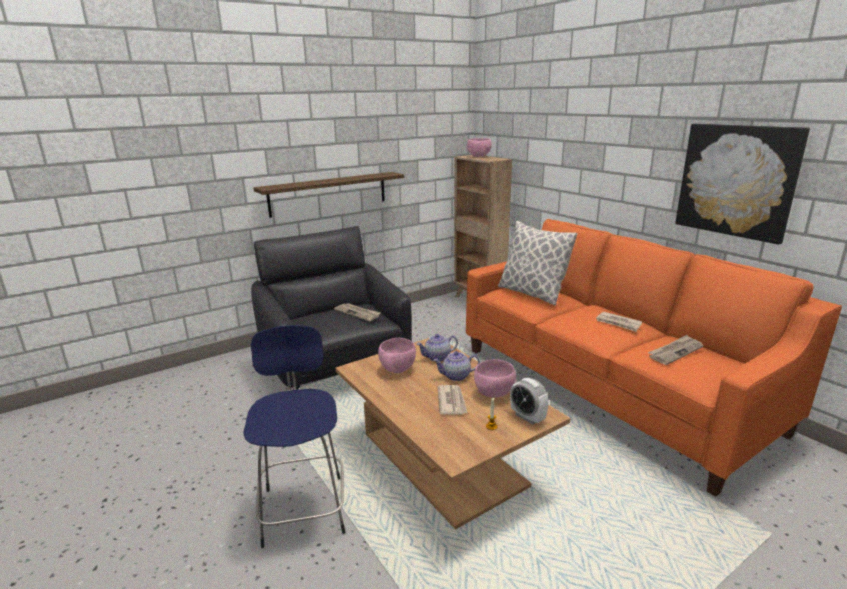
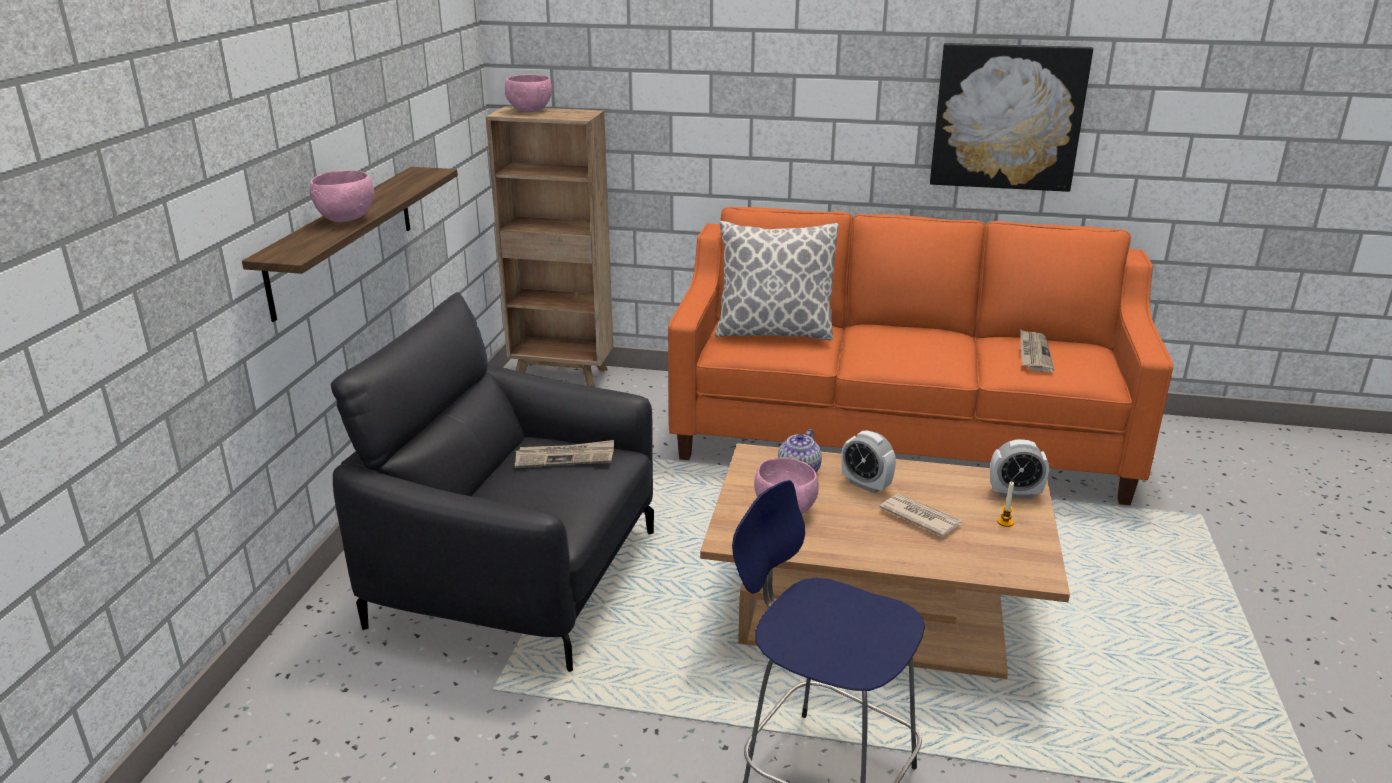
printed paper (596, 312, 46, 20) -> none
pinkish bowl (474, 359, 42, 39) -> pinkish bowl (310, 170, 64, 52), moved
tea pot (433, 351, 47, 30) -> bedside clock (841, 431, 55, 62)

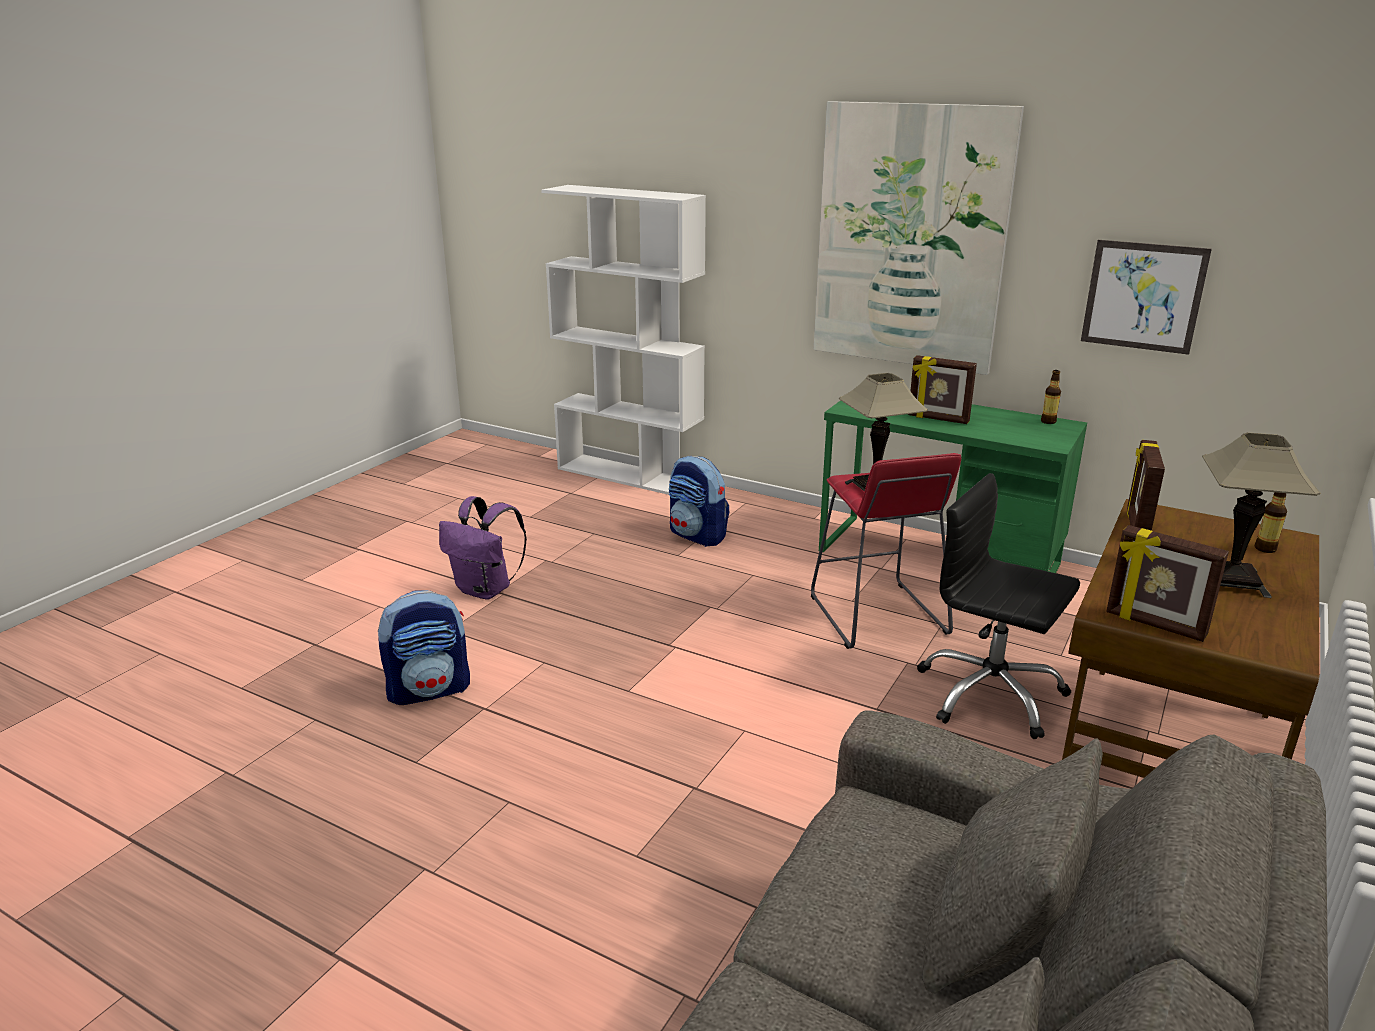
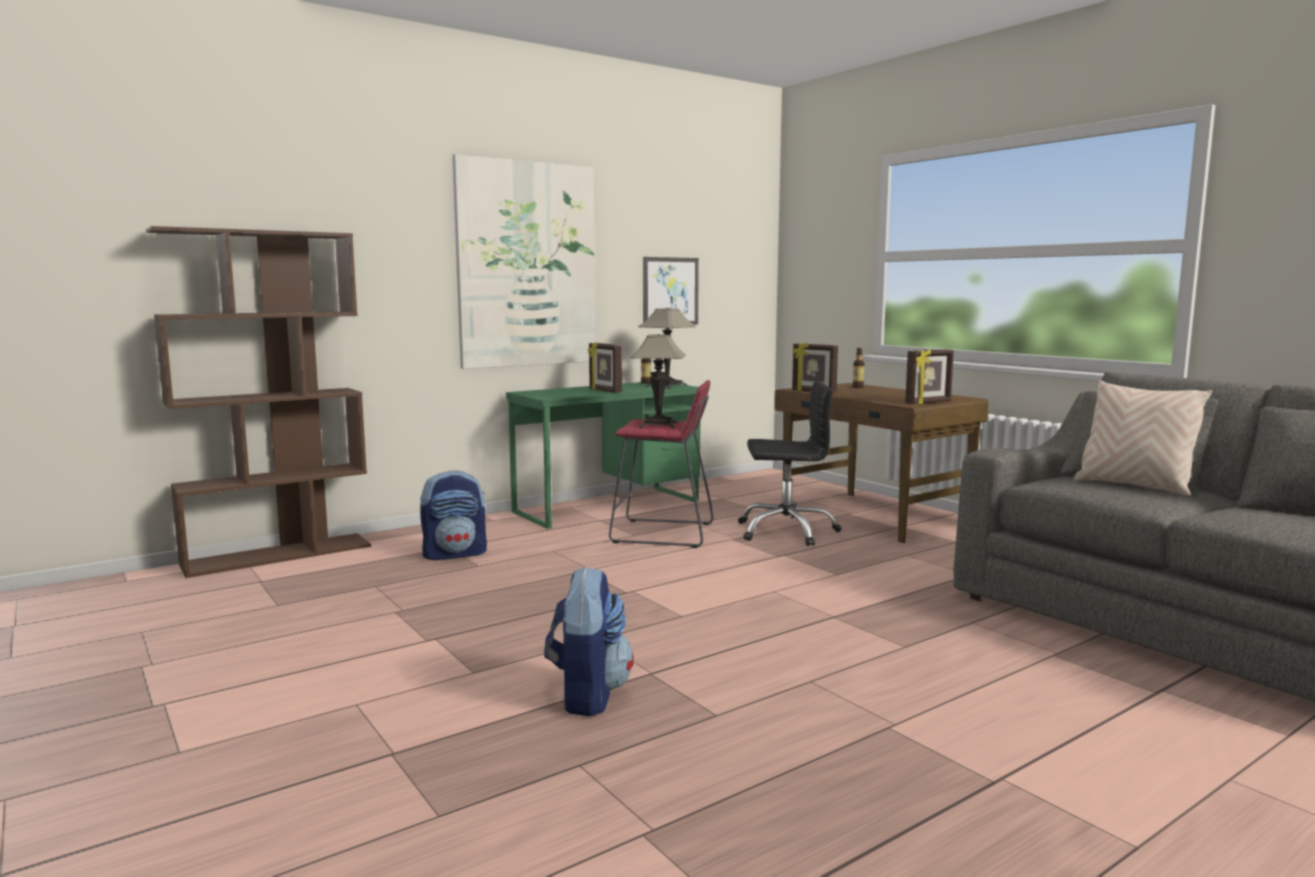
purplish knapsack (439, 496, 88, 104) -> none
none -> beige cushion (1074, 380, 138, 116)
tabletop lamp (1202, 432, 118, 166) -> tabletop lamp (638, 308, 59, 81), moved
whitish bookcase (541, 185, 165, 310) -> brownish bookcase (146, 226, 225, 352)
picture frame (908, 355, 69, 69) -> picture frame (588, 342, 34, 51), 90 degrees clockwise
black computer chair (917, 473, 163, 266) -> black computer chair (738, 381, 104, 165), 150 degrees counterclockwise

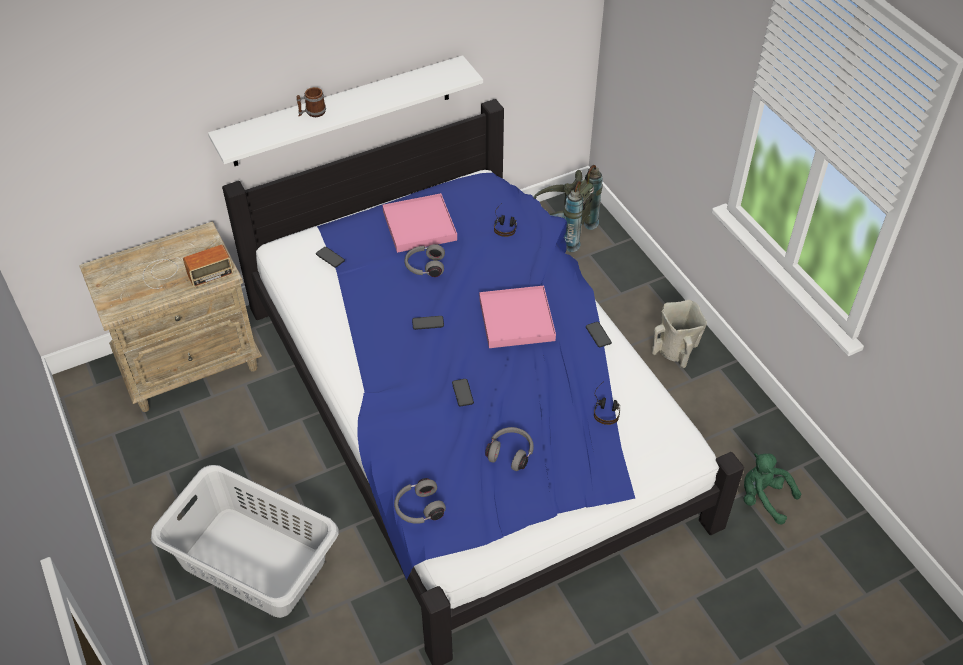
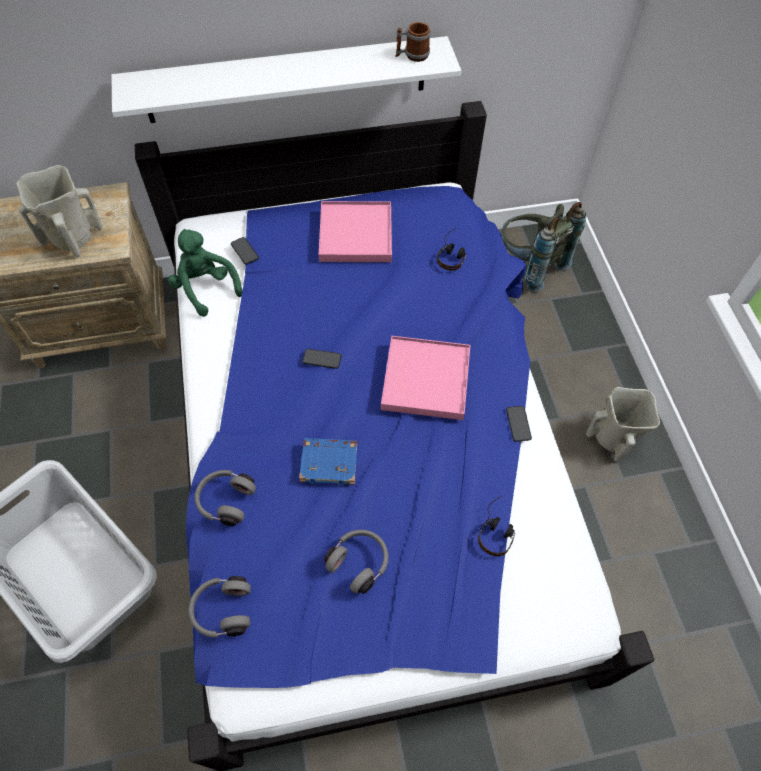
mug (296, 87, 30, 30) -> mug (395, 22, 35, 40), moved
greyish headset (404, 244, 41, 33) -> greyish headset (195, 470, 61, 56), moved
green soft toy (744, 453, 57, 72) -> green soft toy (168, 229, 74, 88), moved
radio (143, 245, 91, 44) -> beige flower vase (17, 165, 85, 92)
telephone (452, 379, 22, 27) -> blue bound book (299, 438, 58, 47)

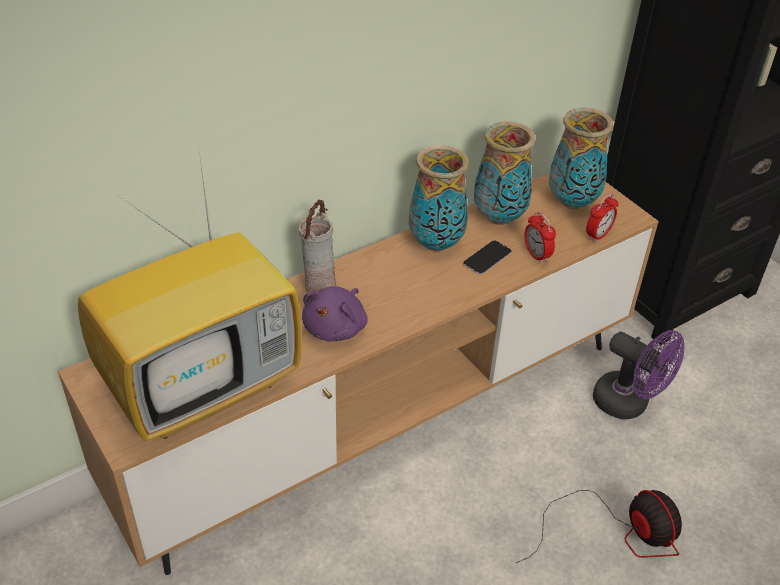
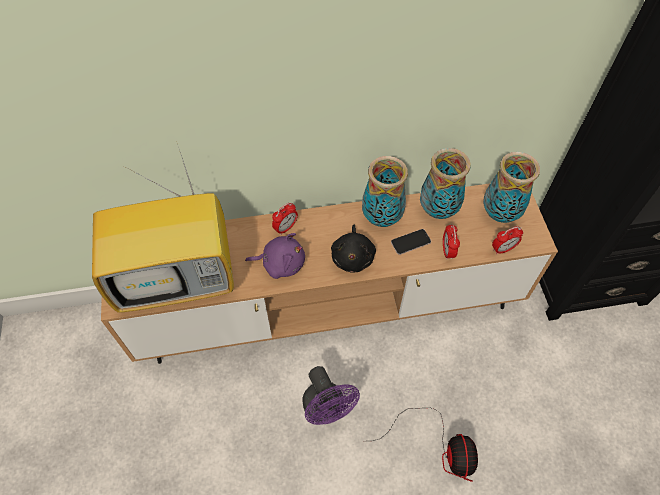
none -> black soft toy (331, 225, 45, 48)
purplish electric fan (593, 330, 92, 89) -> purplish electric fan (303, 366, 57, 59), moved
flower vase (299, 200, 38, 92) -> bedside clock (272, 203, 26, 32)
purplish soft toy (302, 286, 66, 56) -> purplish soft toy (245, 233, 60, 46), 135 degrees counterclockwise

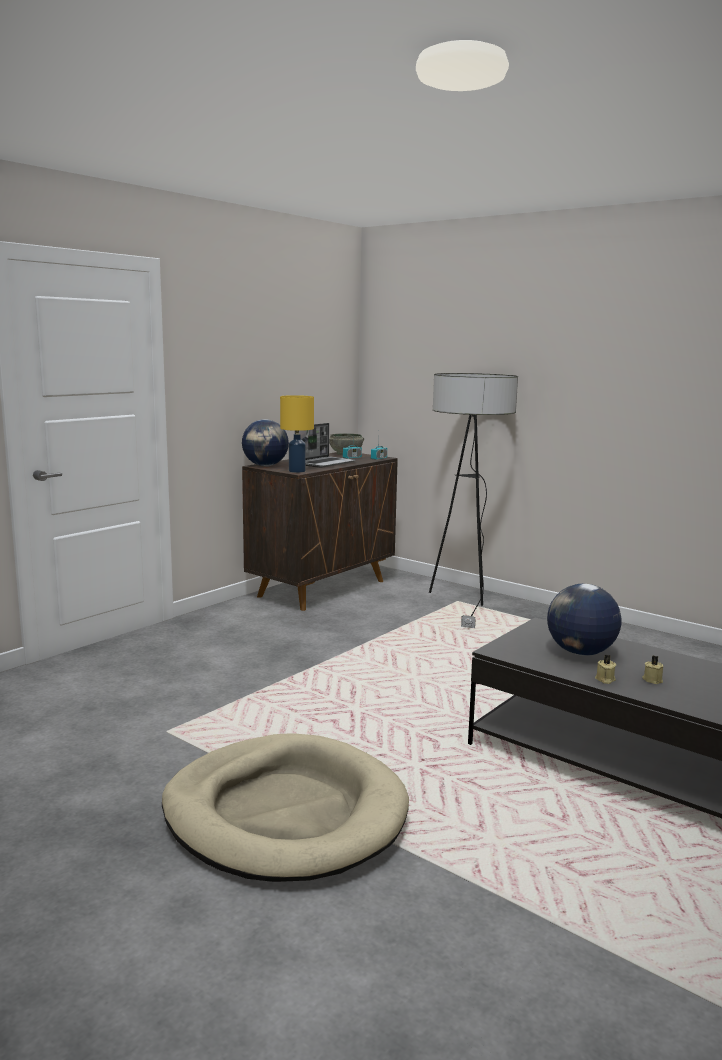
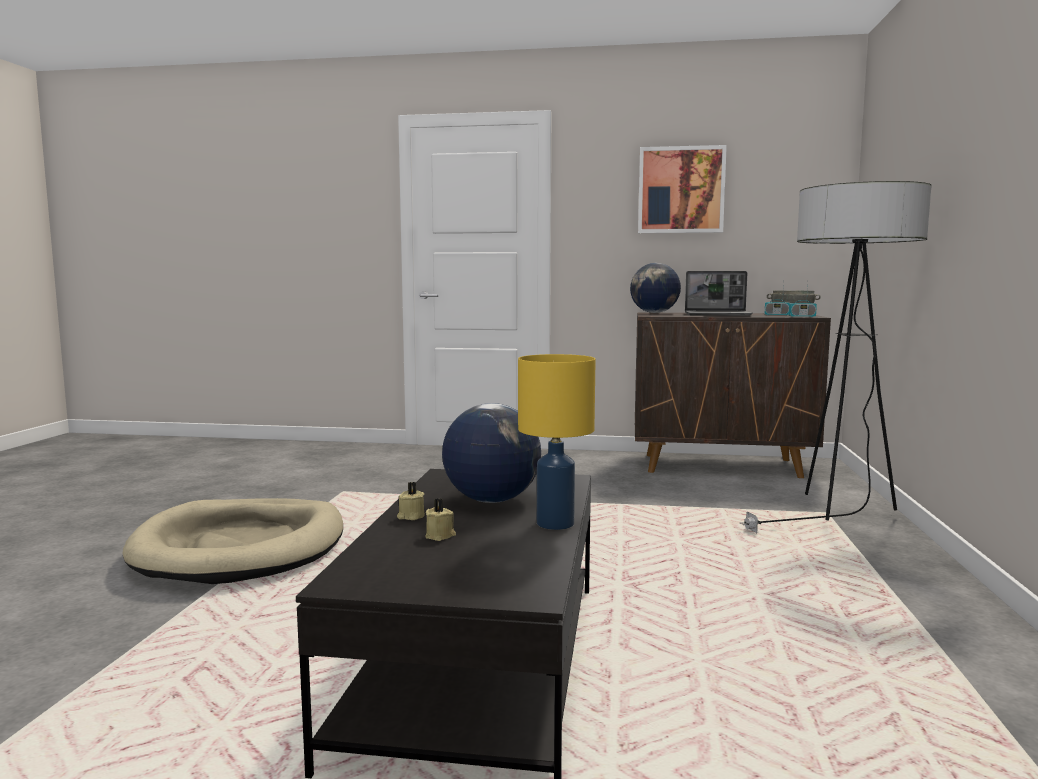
none -> picture (638, 145, 89, 88)
yellow-coloured tabletop lamp (280, 395, 34, 78) -> yellow-coloured tabletop lamp (518, 354, 78, 176), moved

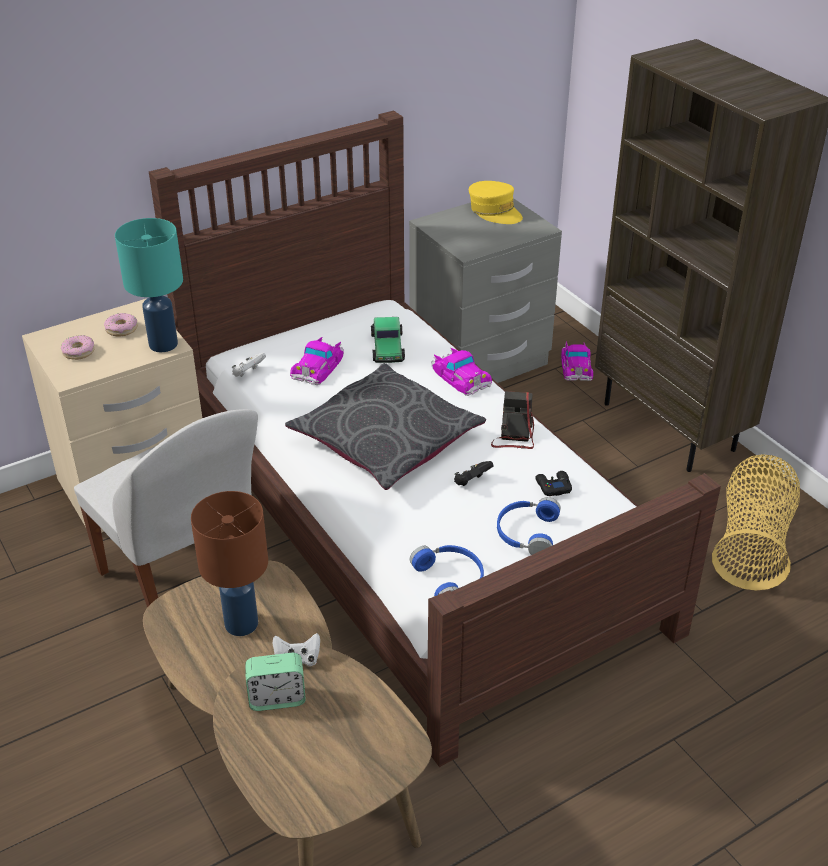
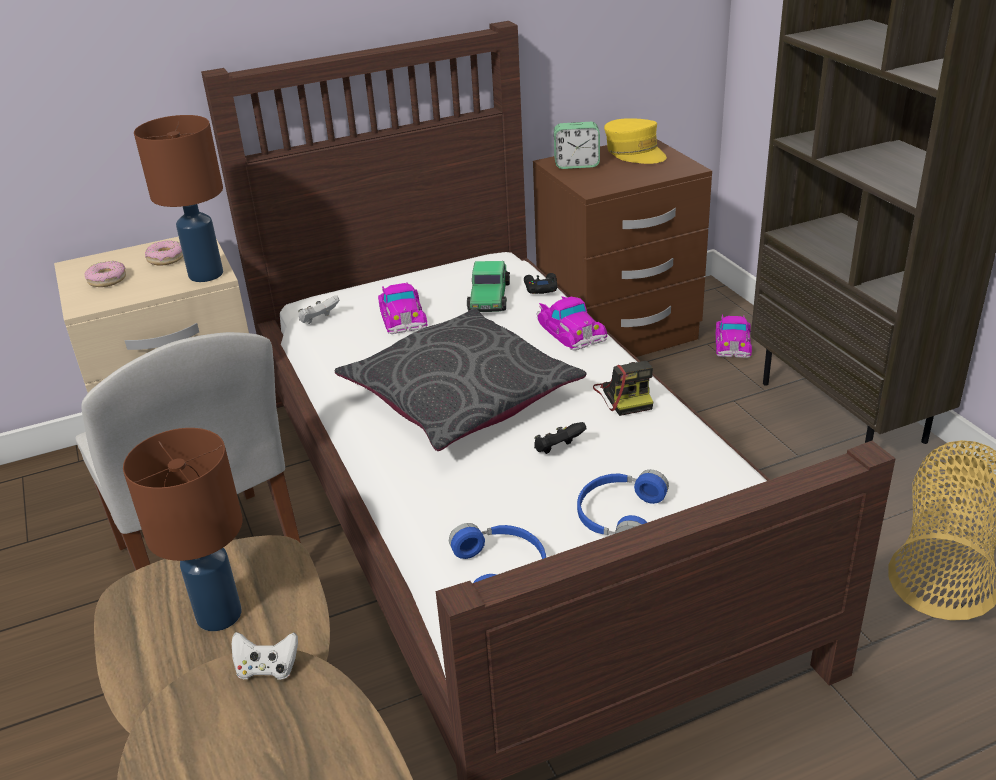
bedside clock (245, 653, 60, 58) -> bedside clock (554, 122, 46, 47), moved
black gamepad (535, 471, 37, 25) -> black gamepad (524, 273, 33, 21), moved
blue-green tabletop lamp (115, 218, 68, 134) -> brownish tabletop lamp (134, 115, 89, 167)
greyish nightstand (409, 198, 153, 185) -> brownish nightstand (533, 139, 179, 218)
model car (290, 337, 54, 48) -> model car (378, 282, 50, 52), 45 degrees counterclockwise
still camera (491, 391, 43, 58) -> still camera (593, 361, 60, 55), 150 degrees clockwise

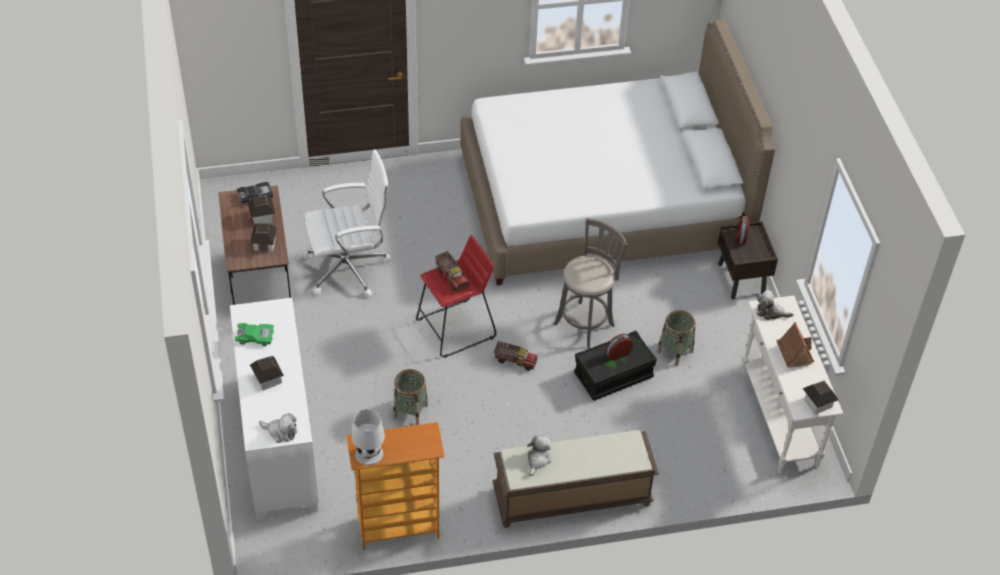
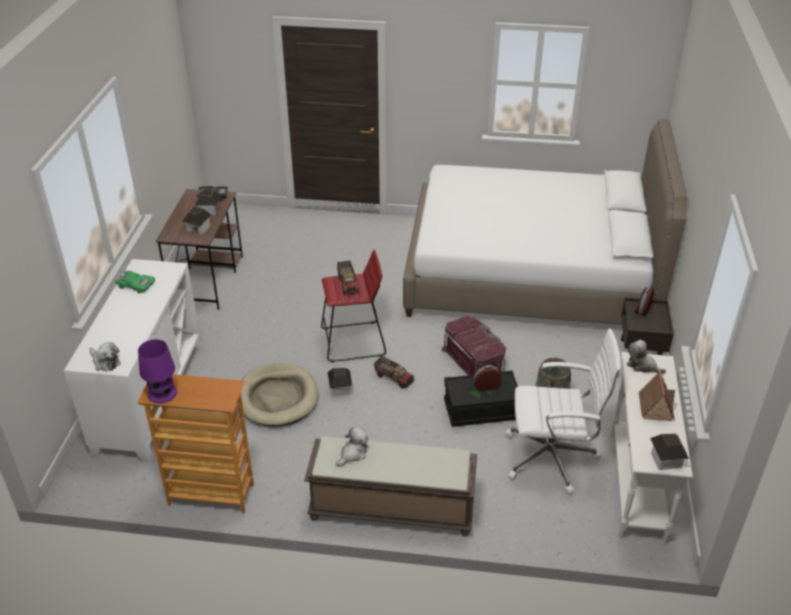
toy house (250, 356, 34, 35) -> toy house (327, 368, 25, 29), moved
whitish computer chair (303, 149, 89, 148) -> whitish computer chair (505, 329, 116, 166), moved
storage basket (393, 369, 35, 56) -> beige dog cushion (241, 363, 77, 63)
greyish stool seat (553, 218, 75, 131) -> red storage container (441, 315, 66, 60)
whitish tabletop lamp (352, 409, 33, 57) -> purplish tabletop lamp (138, 339, 39, 65)

